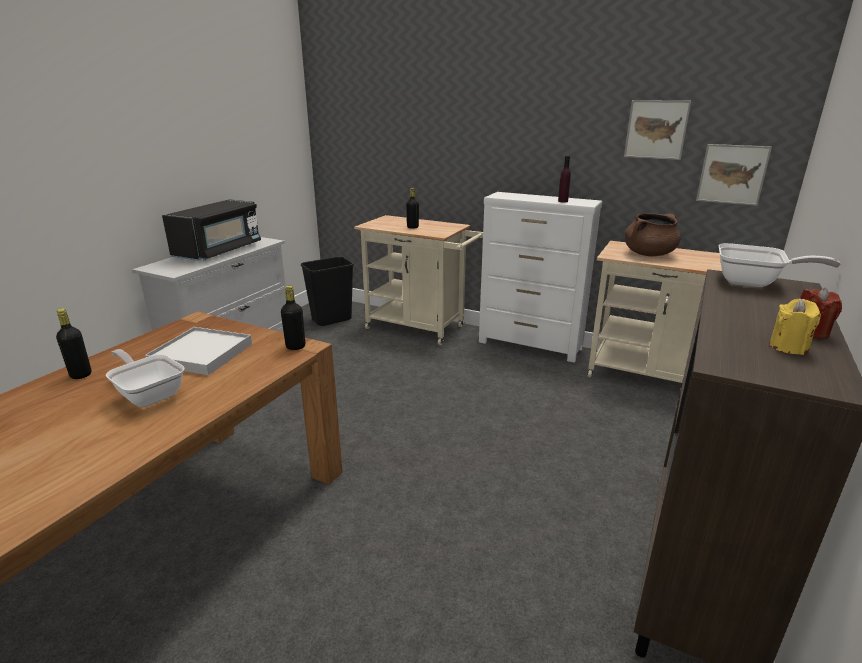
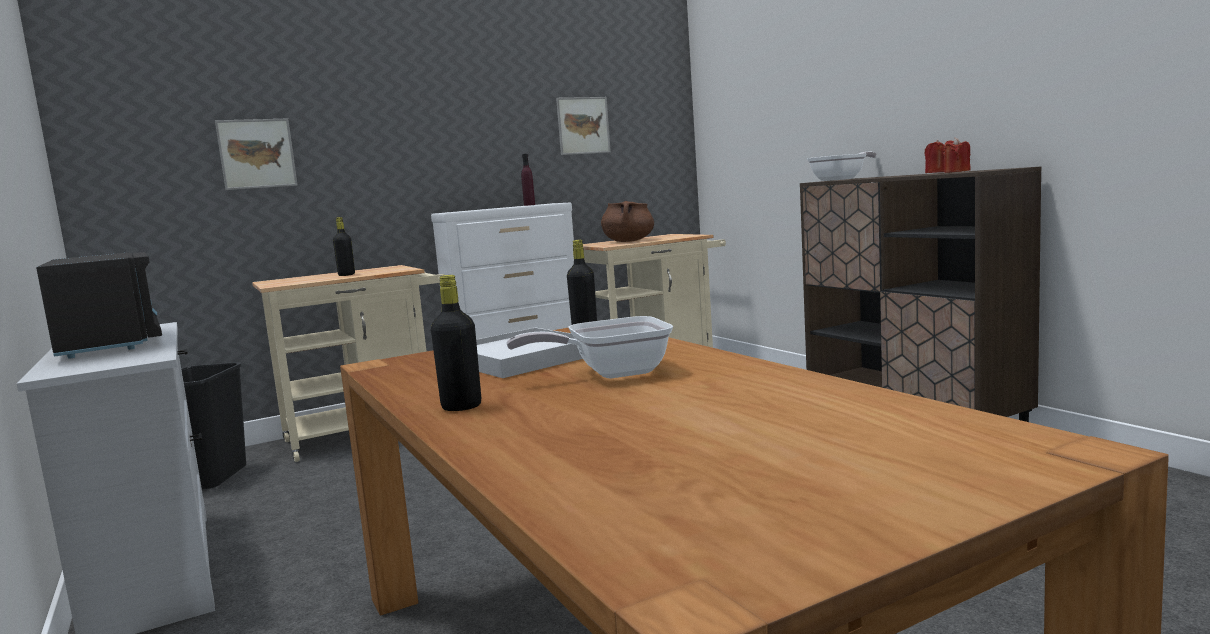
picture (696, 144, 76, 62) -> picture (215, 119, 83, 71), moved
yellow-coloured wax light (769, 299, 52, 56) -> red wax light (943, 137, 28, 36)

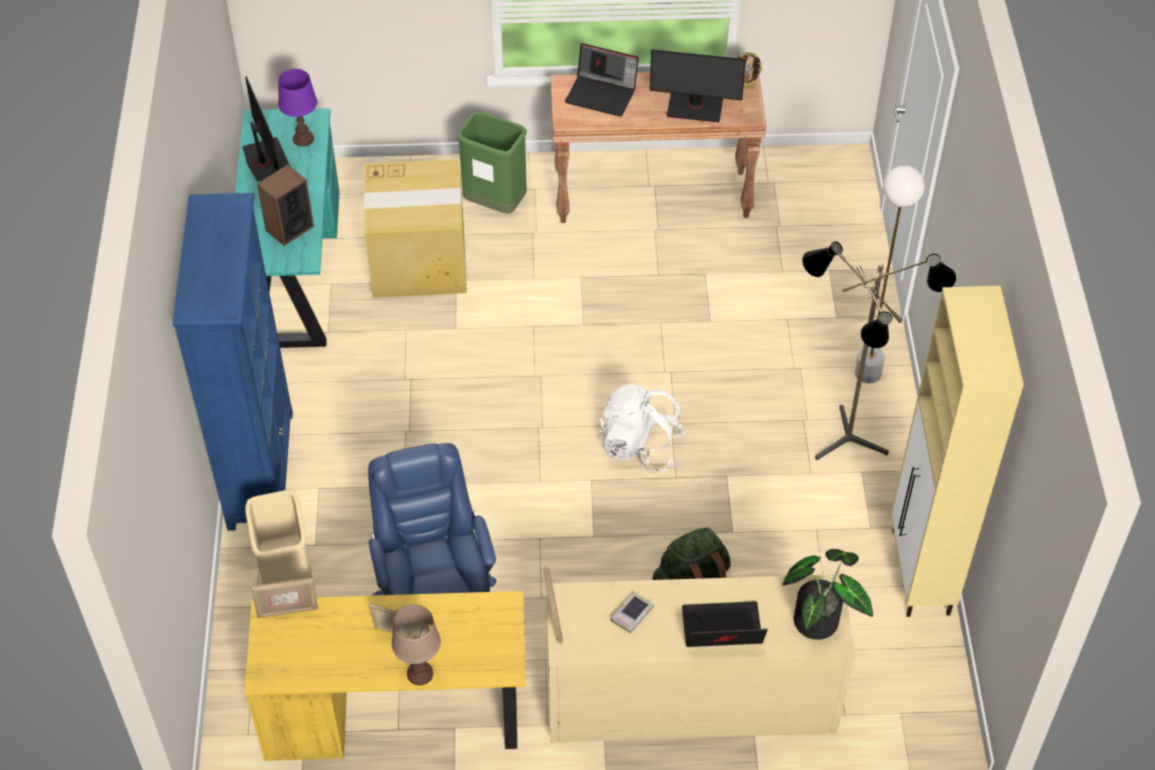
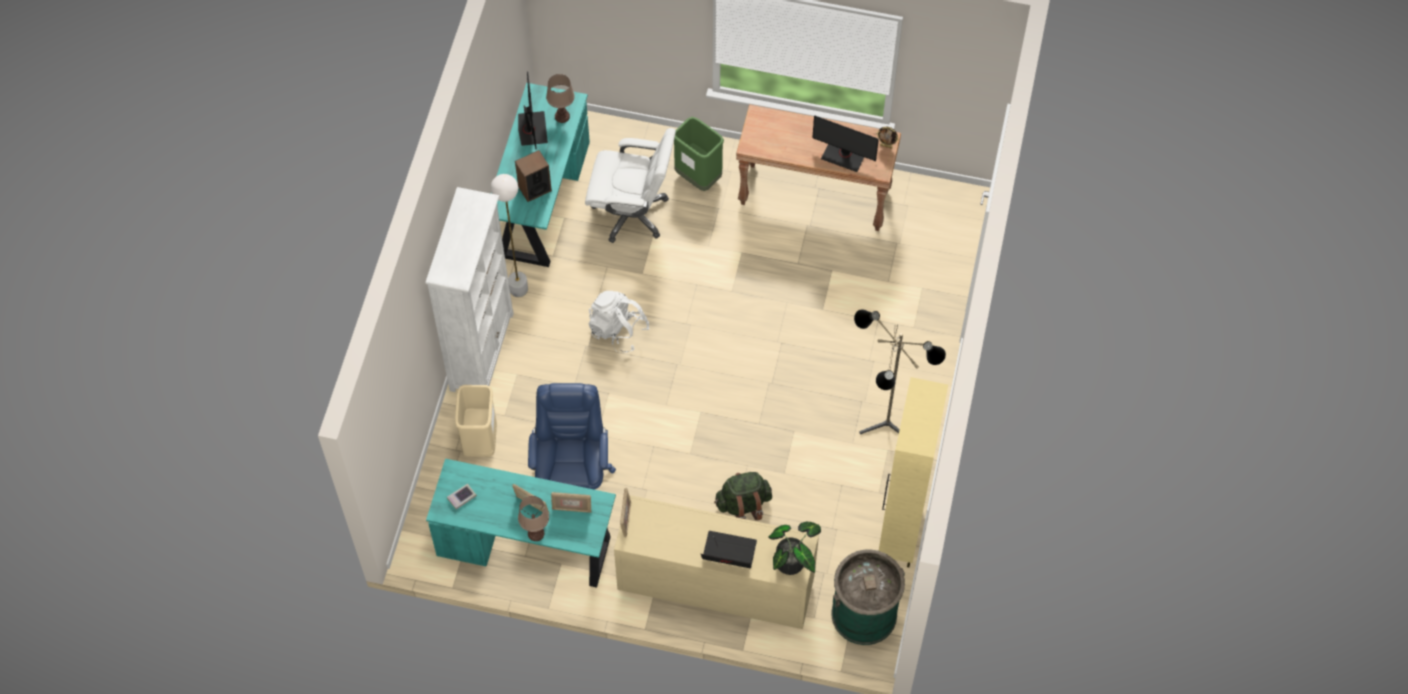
laptop (565, 43, 74, 74) -> none
none -> green waste bin (831, 550, 74, 95)
picture frame (251, 577, 67, 41) -> picture frame (551, 492, 40, 21), moved
whitish knapsack (598, 384, 87, 89) -> whitish knapsack (589, 291, 61, 62), moved
bound book (611, 592, 43, 41) -> bound book (447, 484, 30, 25), moved
whitish standing lamp (855, 165, 70, 218) -> whitish standing lamp (491, 174, 37, 123), moved
cardboard box (364, 159, 103, 139) -> whitish computer chair (585, 128, 91, 115)
blue bookcase (173, 193, 120, 338) -> whitish bookcase (426, 187, 88, 205)
yellow-coloured desk unit (244, 591, 282, 170) -> blue-green desk unit (426, 459, 190, 129)
purplish tabletop lamp (278, 69, 39, 77) -> brownish tabletop lamp (546, 74, 28, 49)

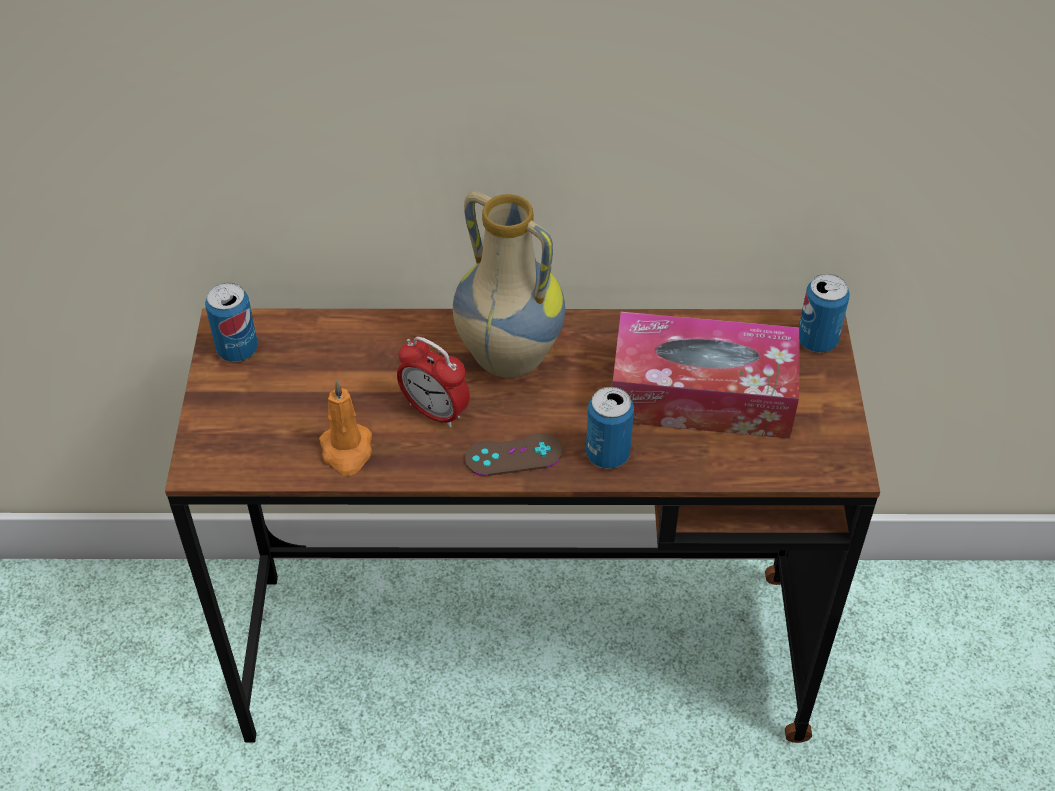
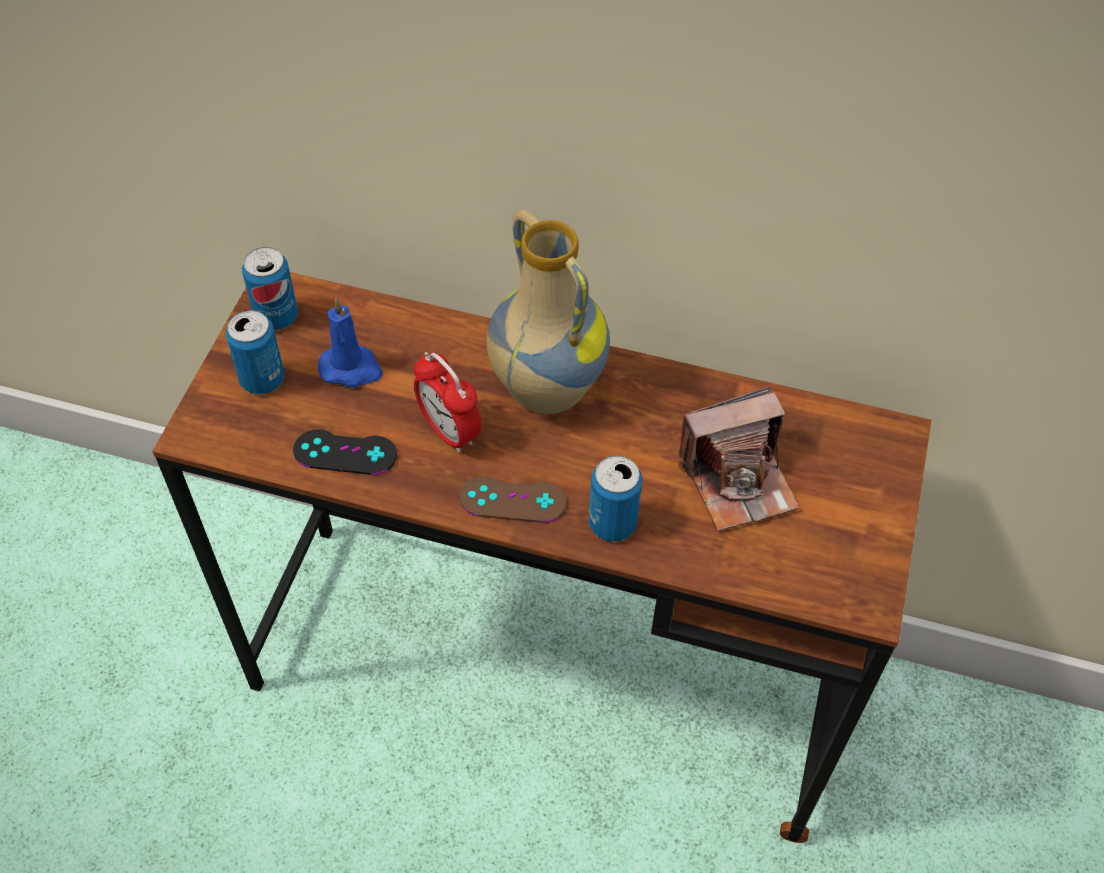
none -> blue wax light (318, 297, 65, 91)
can (799, 274, 51, 79) -> can (226, 310, 58, 85), moved
orange wax light (319, 380, 53, 96) -> black gamepad (293, 429, 104, 46)
tissue box (612, 312, 187, 127) -> still camera (678, 386, 122, 145)

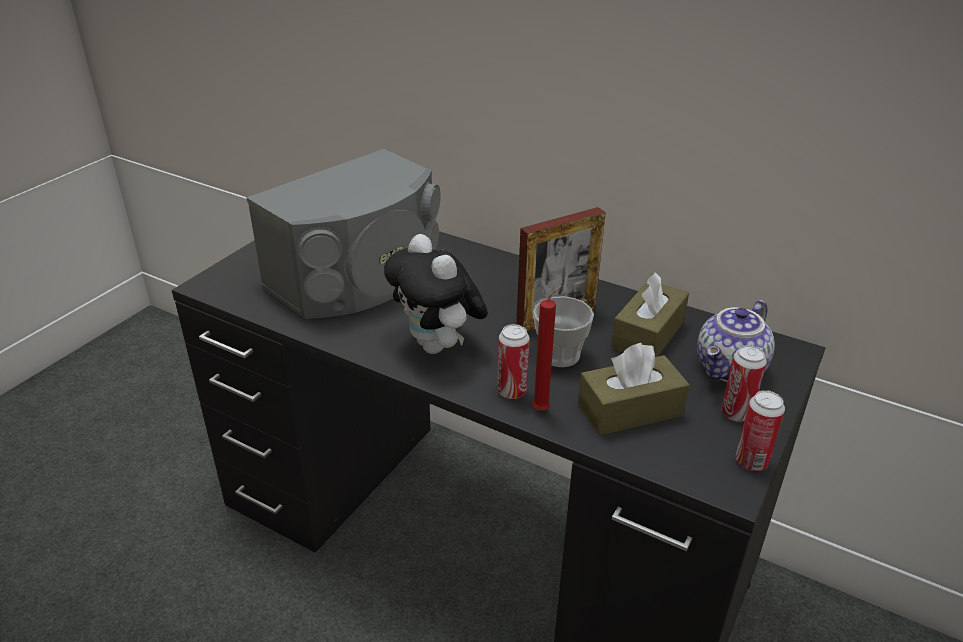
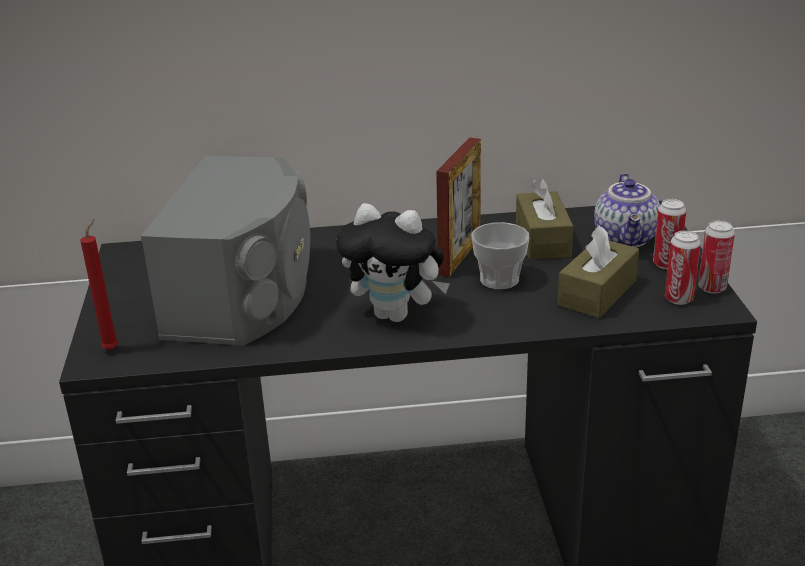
can (497, 324, 33, 75) -> can (665, 230, 36, 75), moved
red wax light (532, 285, 30, 126) -> red wax light (80, 219, 38, 131), moved

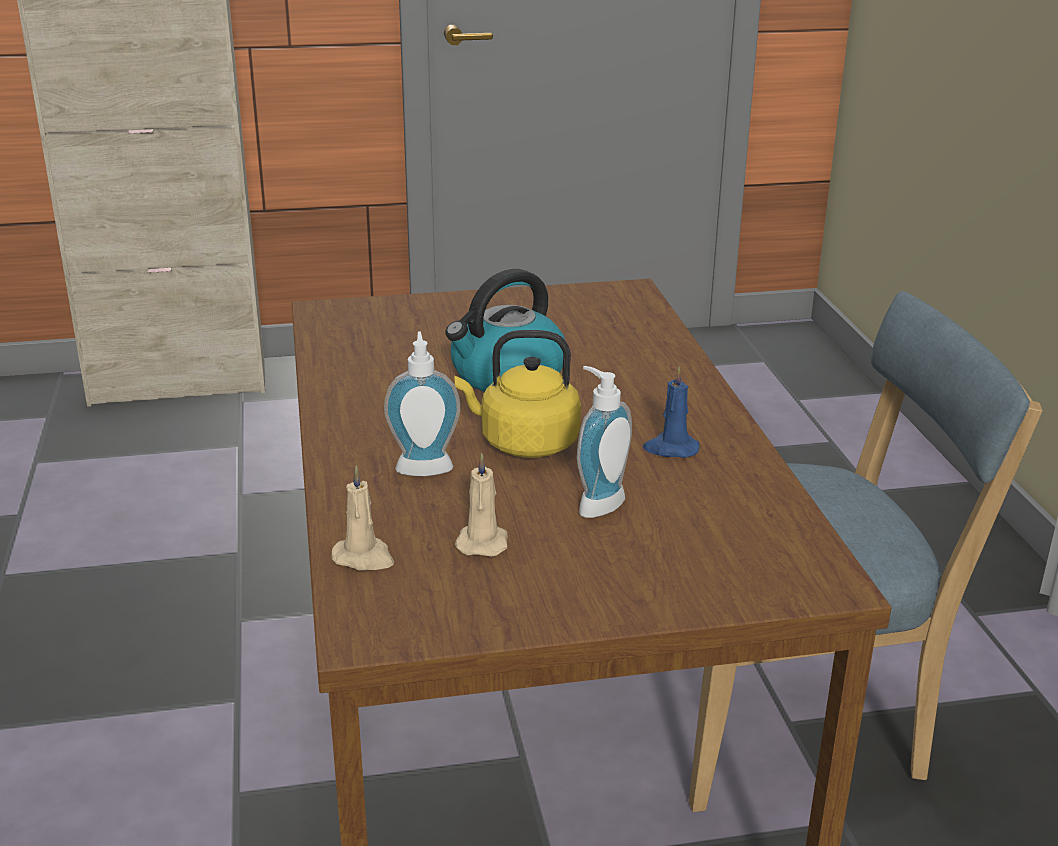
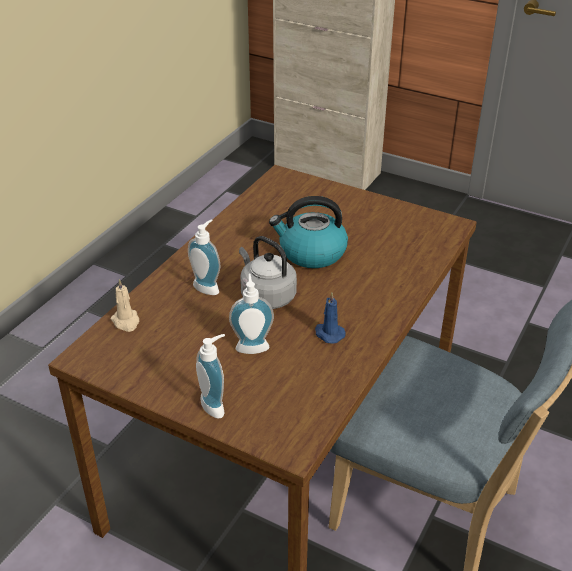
beige wax light (455, 453, 53, 104) -> none
none -> soap bottle (196, 334, 29, 85)
yellow-coloured tea kettle (454, 330, 127, 128) -> greyish tea kettle (239, 236, 58, 73)

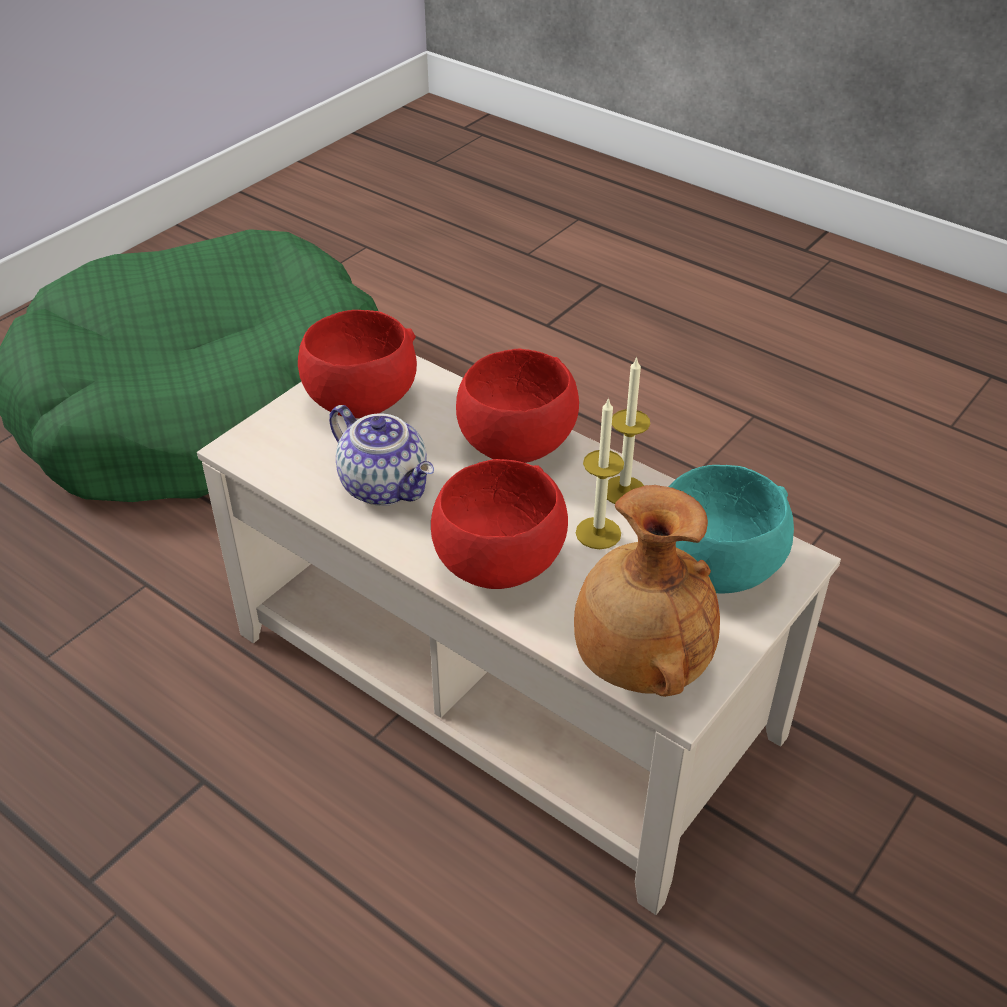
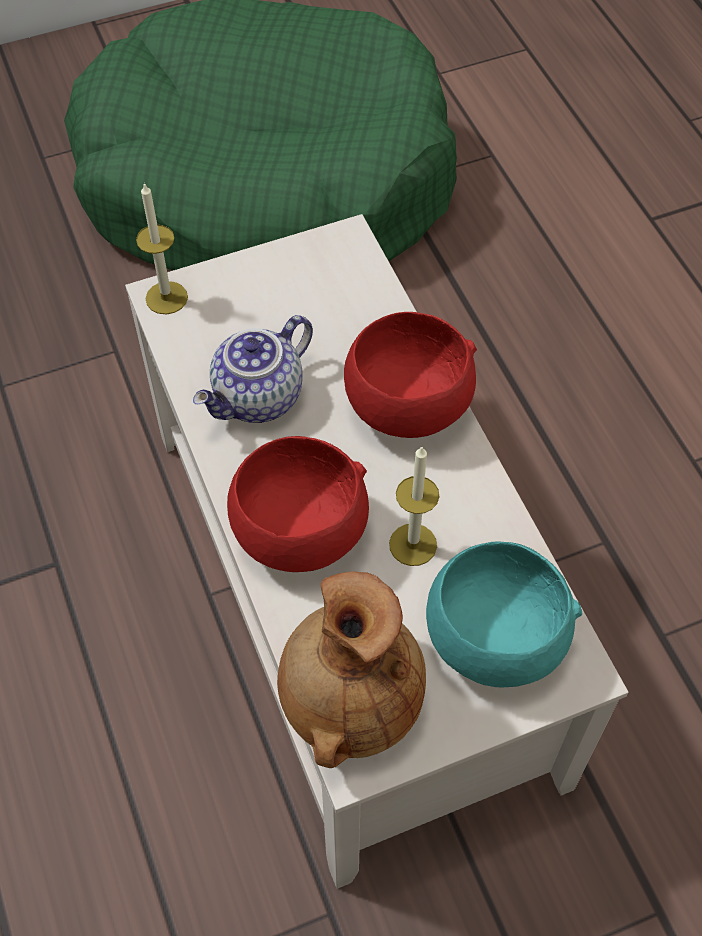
red bowl (298, 310, 119, 108) -> none
wax light (607, 357, 43, 147) -> wax light (136, 183, 52, 132), moved
tea pot (329, 405, 105, 101) -> tea pot (193, 315, 120, 108), 60 degrees clockwise

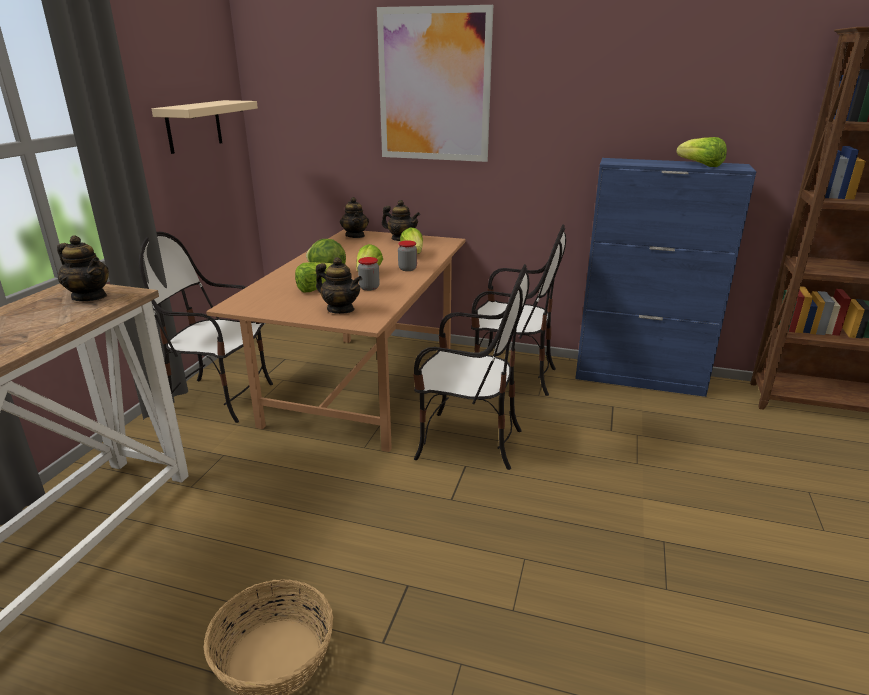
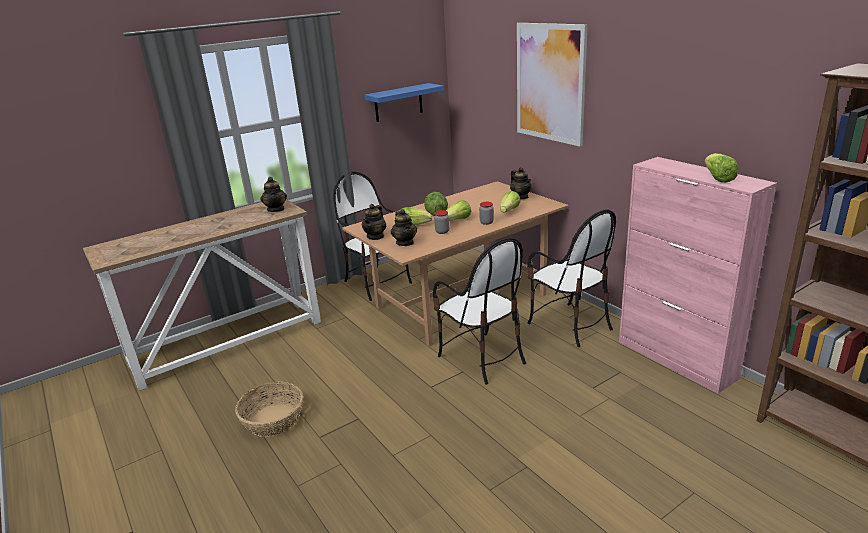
tea pot (340, 197, 29, 41) -> tea pot (362, 204, 25, 36), moved
beige wall shelf (152, 100, 106, 54) -> blue wall shelf (364, 83, 80, 39)
blue storage cabinet (575, 158, 182, 239) -> pinkish storage cabinet (619, 157, 158, 237)

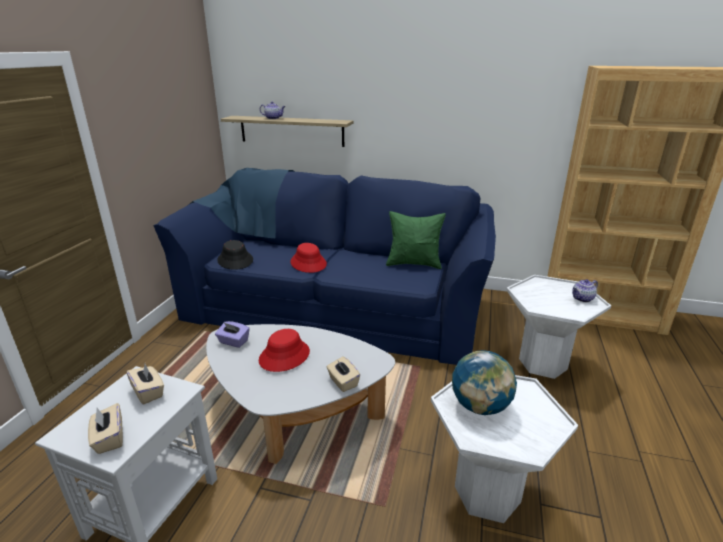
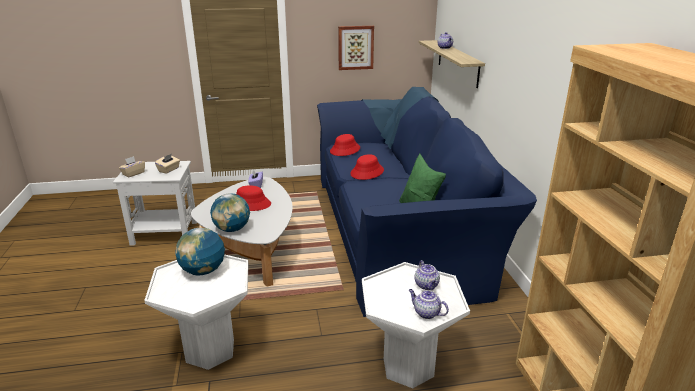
none -> picture (338, 26, 36, 44)
none -> tea pot (415, 260, 25, 30)
beige tissue box (327, 356, 33, 36) -> globe (210, 194, 40, 38)
black hat (217, 240, 36, 30) -> red hat (330, 134, 30, 22)

